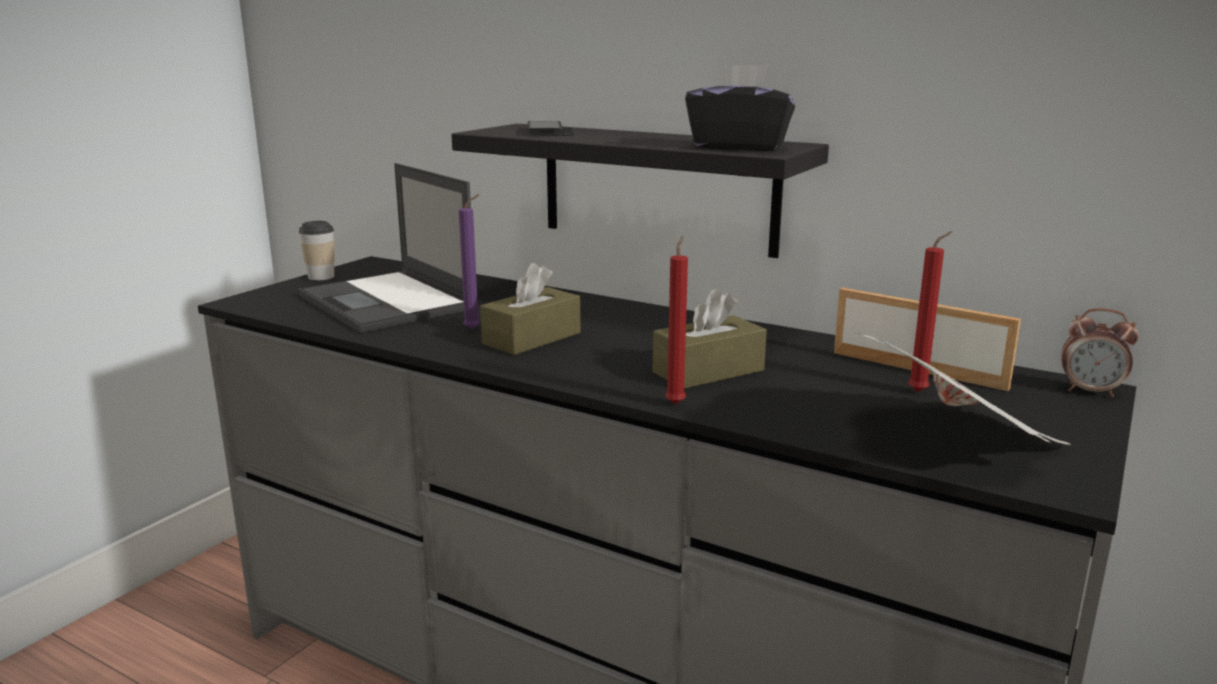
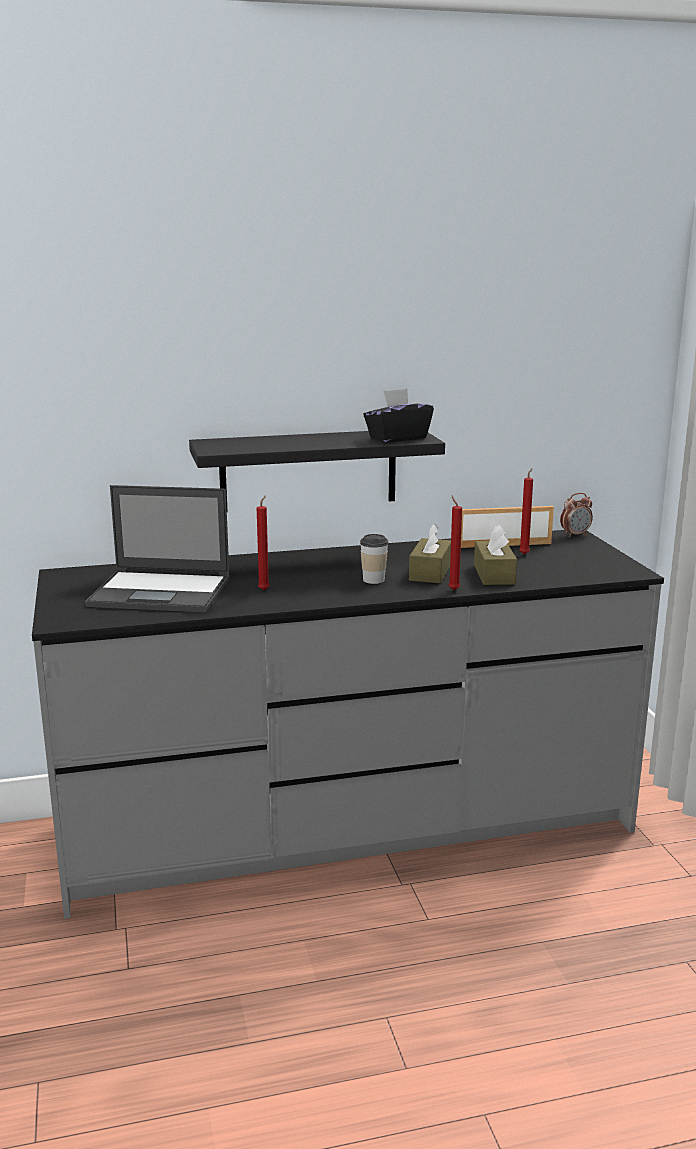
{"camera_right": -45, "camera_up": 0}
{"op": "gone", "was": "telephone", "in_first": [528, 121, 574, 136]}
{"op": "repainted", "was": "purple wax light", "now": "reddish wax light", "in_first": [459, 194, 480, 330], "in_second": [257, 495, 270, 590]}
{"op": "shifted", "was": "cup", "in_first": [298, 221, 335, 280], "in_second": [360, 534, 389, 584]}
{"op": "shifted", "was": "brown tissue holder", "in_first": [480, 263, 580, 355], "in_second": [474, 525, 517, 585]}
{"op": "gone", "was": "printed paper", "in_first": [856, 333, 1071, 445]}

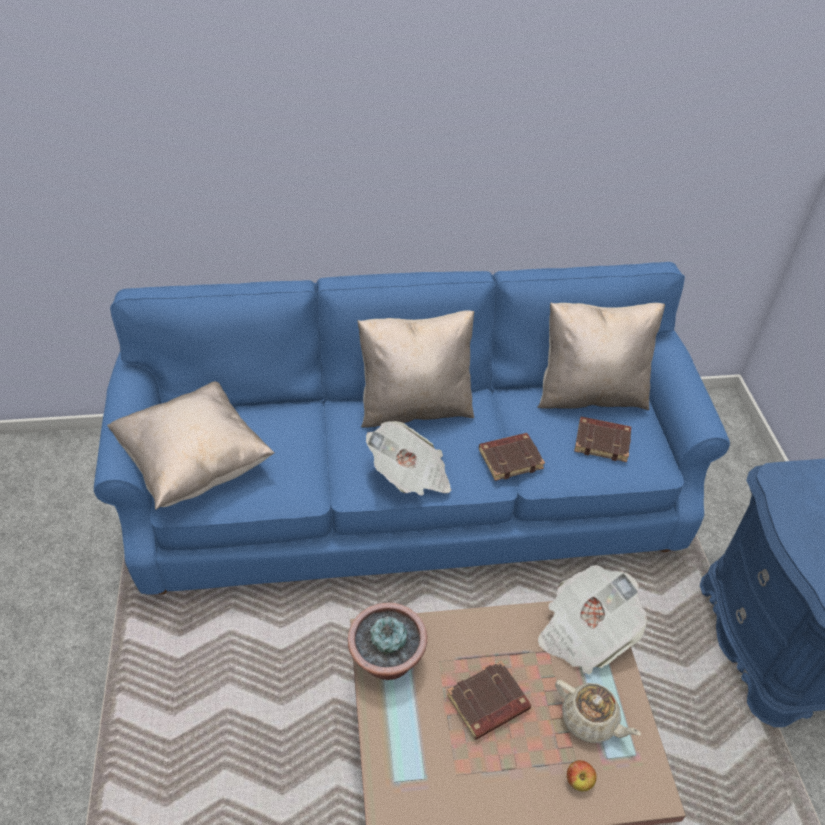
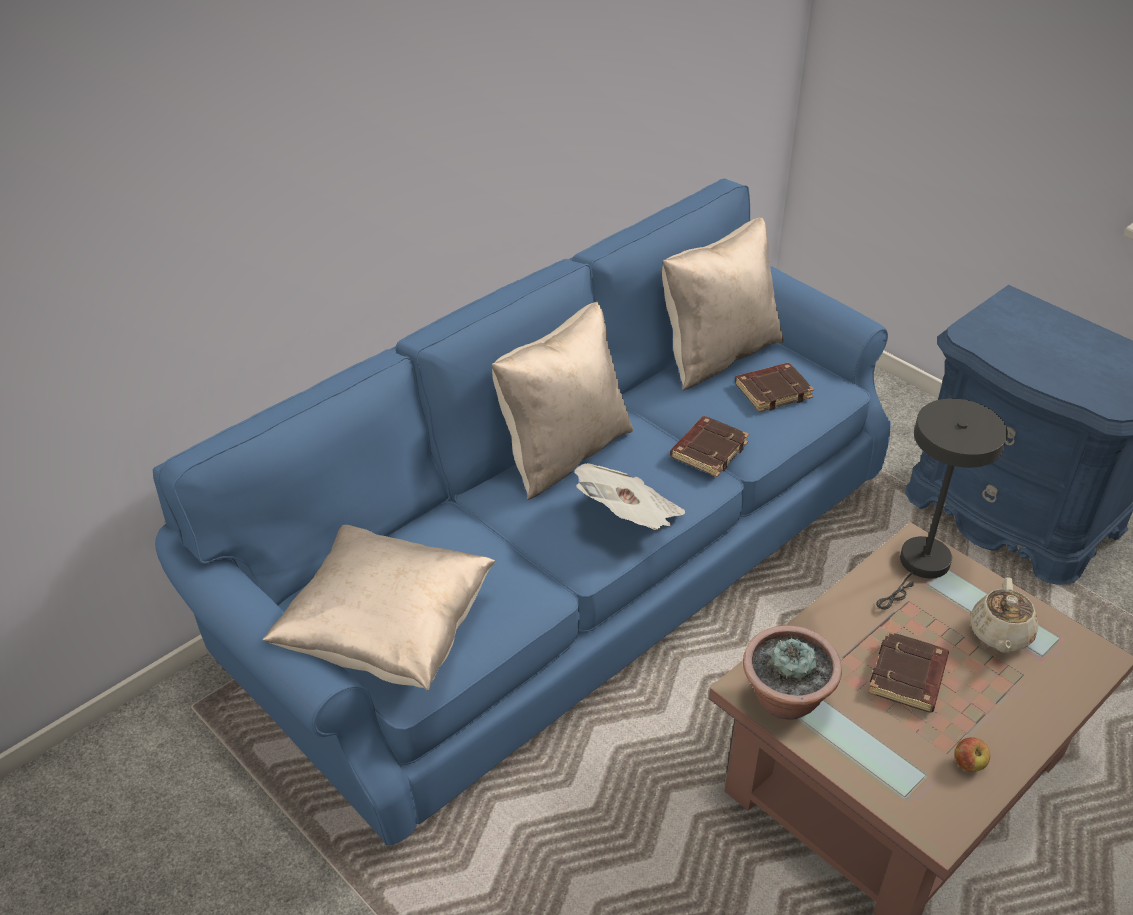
{"camera_right": -35, "camera_up": -5}
{"op": "swapped", "was": "printed paper", "now": "gray tabletop lamp", "in_first": [538, 565, 647, 674], "in_second": [876, 399, 1008, 610]}
{"op": "rotated", "was": "beige teapot", "in_first": [555, 680, 641, 743], "in_second": [970, 577, 1038, 653], "clockwise": 105}
{"op": "shifted", "was": "apple fruit", "in_first": [567, 760, 597, 791], "in_second": [955, 737, 990, 772]}

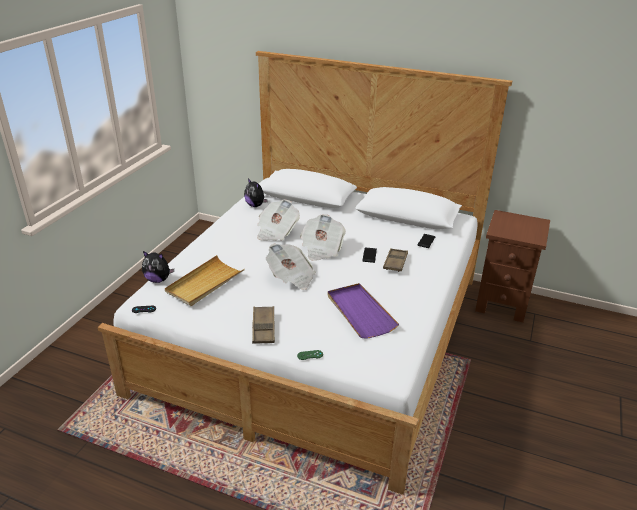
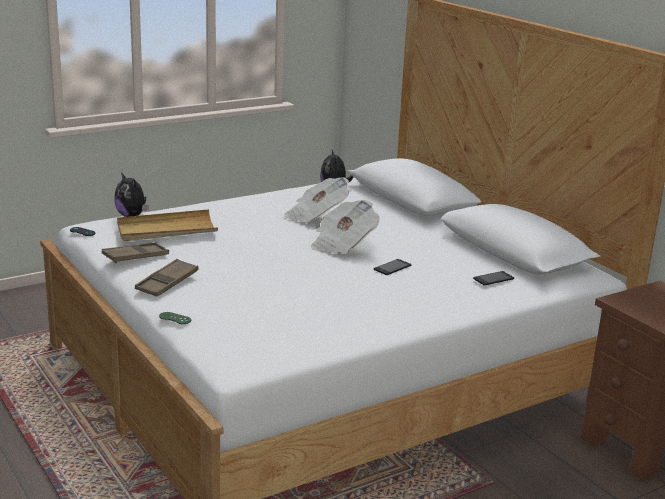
{"camera_right": 35, "camera_up": -10}
{"op": "gone", "was": "printed paper", "in_first": [266, 243, 316, 290]}
{"op": "shifted", "was": "brown tray", "in_first": [383, 248, 408, 272], "in_second": [102, 242, 169, 263]}
{"op": "gone", "was": "purple tray", "in_first": [328, 283, 399, 339]}

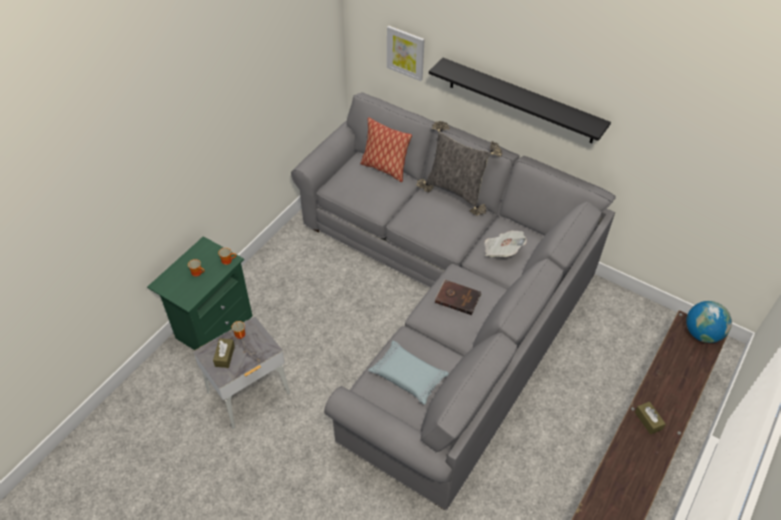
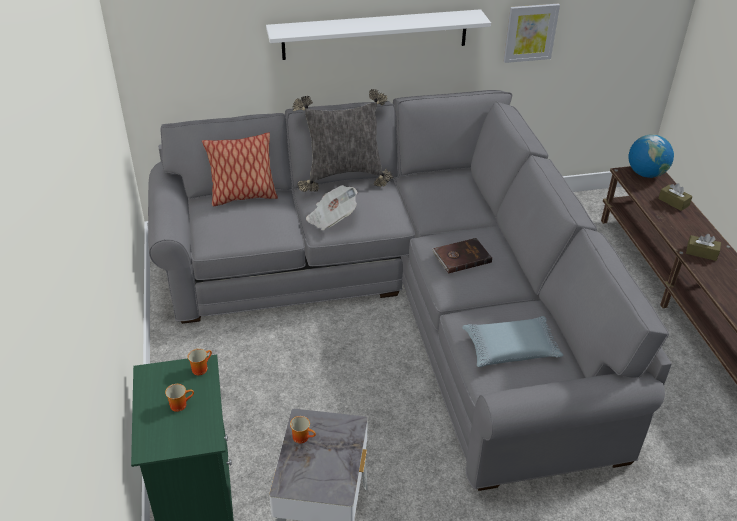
{"camera_right": -45, "camera_up": -10}
{"op": "shifted", "was": "wall art", "in_first": [387, 26, 425, 81], "in_second": [504, 4, 560, 63]}
{"op": "repainted", "was": "blackish bracket shelf", "now": "white bracket shelf", "in_first": [429, 58, 611, 144], "in_second": [266, 9, 491, 60]}
{"op": "shifted", "was": "printed paper", "in_first": [485, 230, 527, 257], "in_second": [306, 185, 358, 230]}
{"op": "shifted", "was": "brown tissue holder", "in_first": [213, 338, 235, 368], "in_second": [658, 183, 693, 211]}

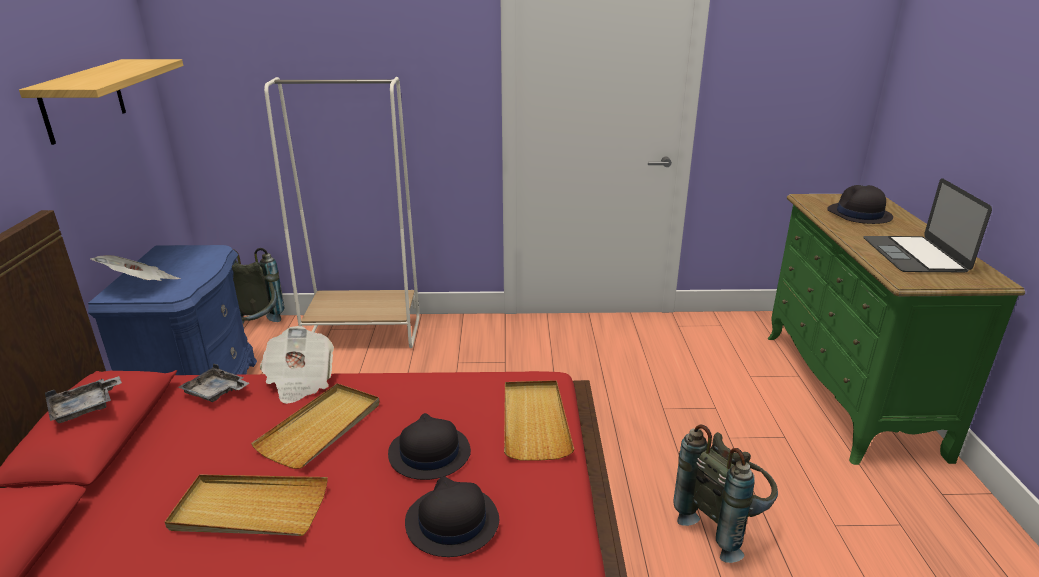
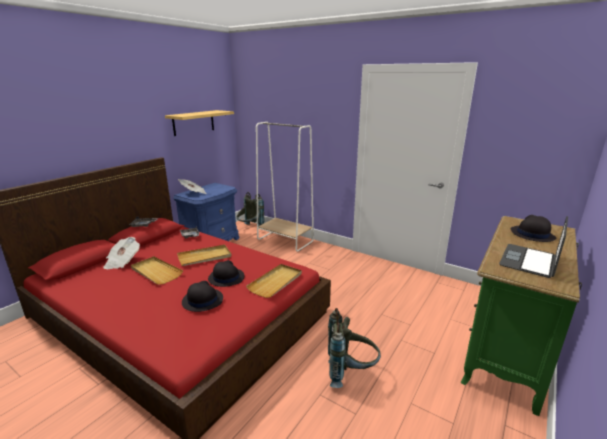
{"camera_right": 35, "camera_up": -5}
{"op": "shifted", "was": "printed paper", "in_first": [260, 326, 334, 404], "in_second": [103, 237, 140, 269]}

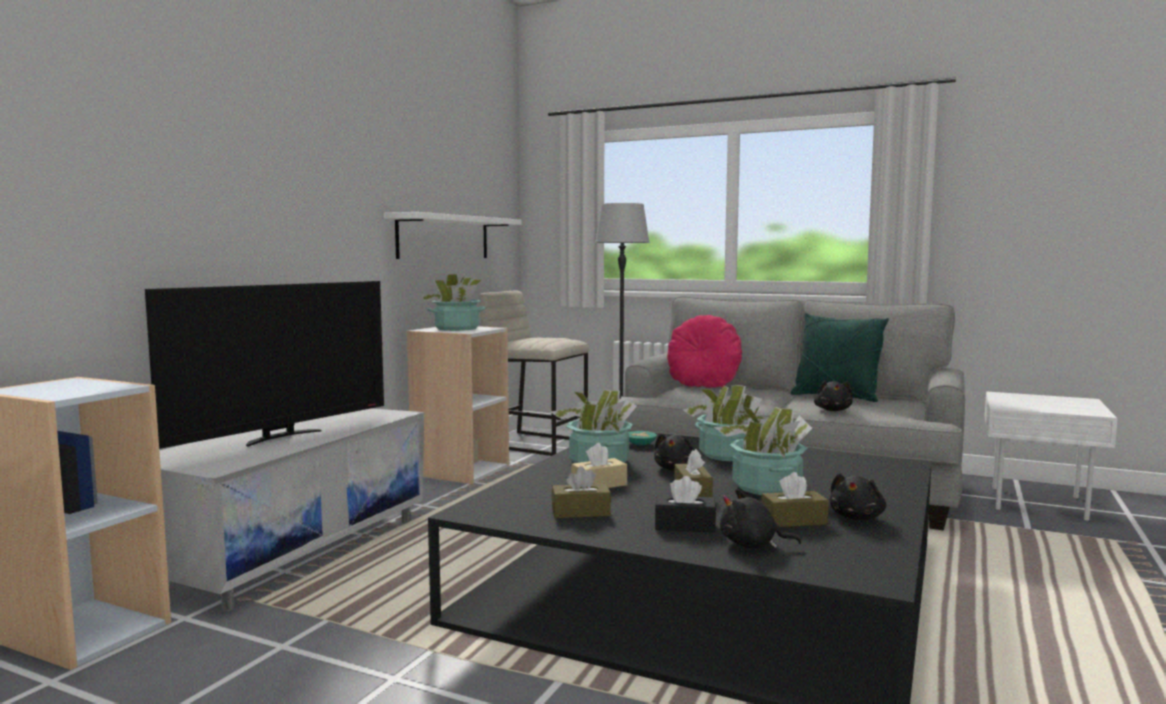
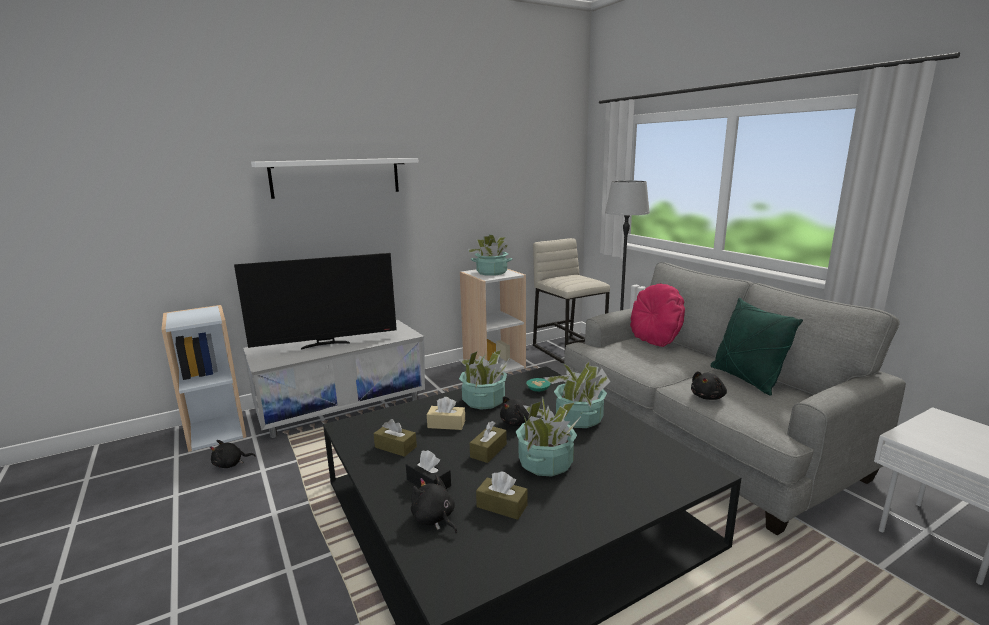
{"camera_right": 35, "camera_up": 10}
{"op": "shifted", "was": "white bracket shelf", "in_first": [384, 212, 521, 259], "in_second": [251, 158, 419, 199]}
{"op": "shifted", "was": "blackish cuddly toy", "in_first": [830, 473, 886, 520], "in_second": [210, 440, 256, 468]}

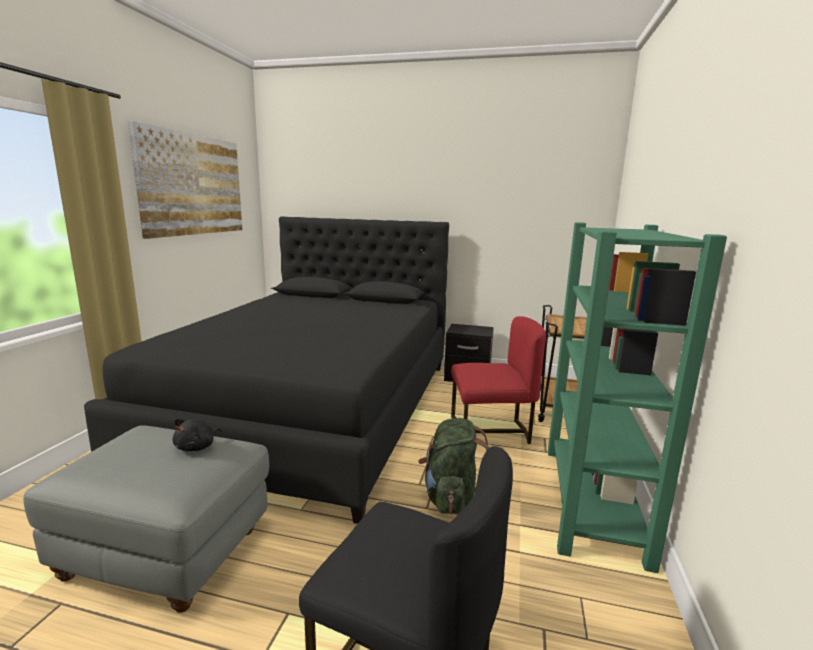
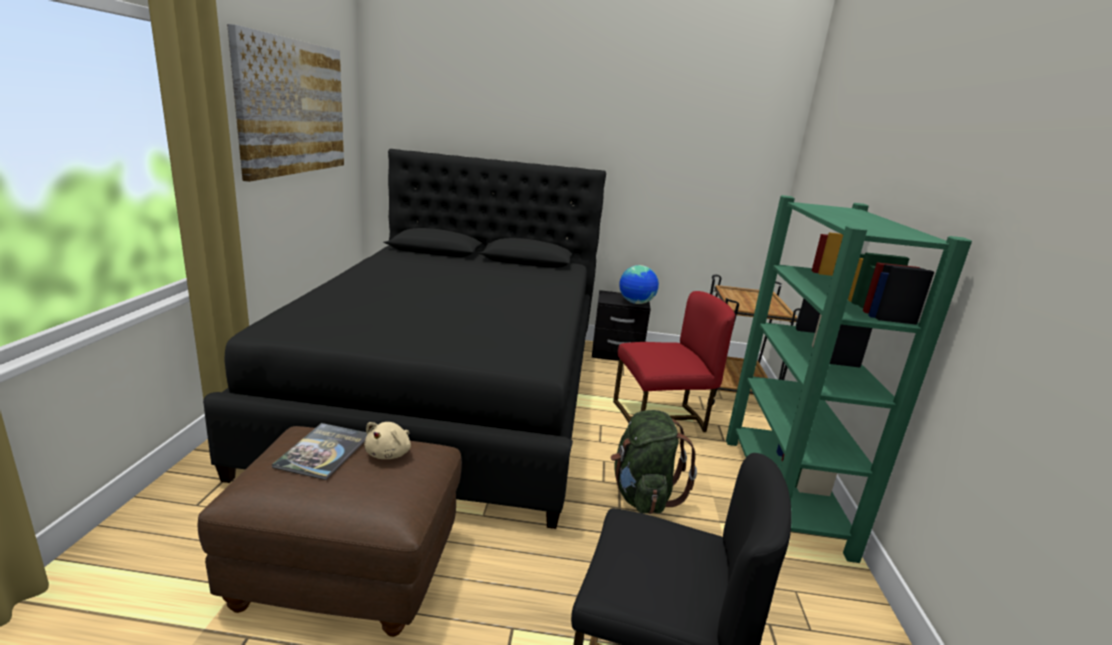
{"camera_right": -10, "camera_up": 5}
{"op": "repainted", "was": "blackish cuddly toy", "now": "beige cuddly toy", "in_first": [173, 418, 222, 451], "in_second": [364, 422, 411, 459]}
{"op": "repainted", "was": "gray ottoman", "now": "brown ottoman", "in_first": [24, 425, 269, 613], "in_second": [198, 426, 462, 637]}
{"op": "new", "now": "world globe", "in_second": [619, 265, 659, 304]}
{"op": "new", "now": "volume", "in_second": [272, 423, 367, 480]}

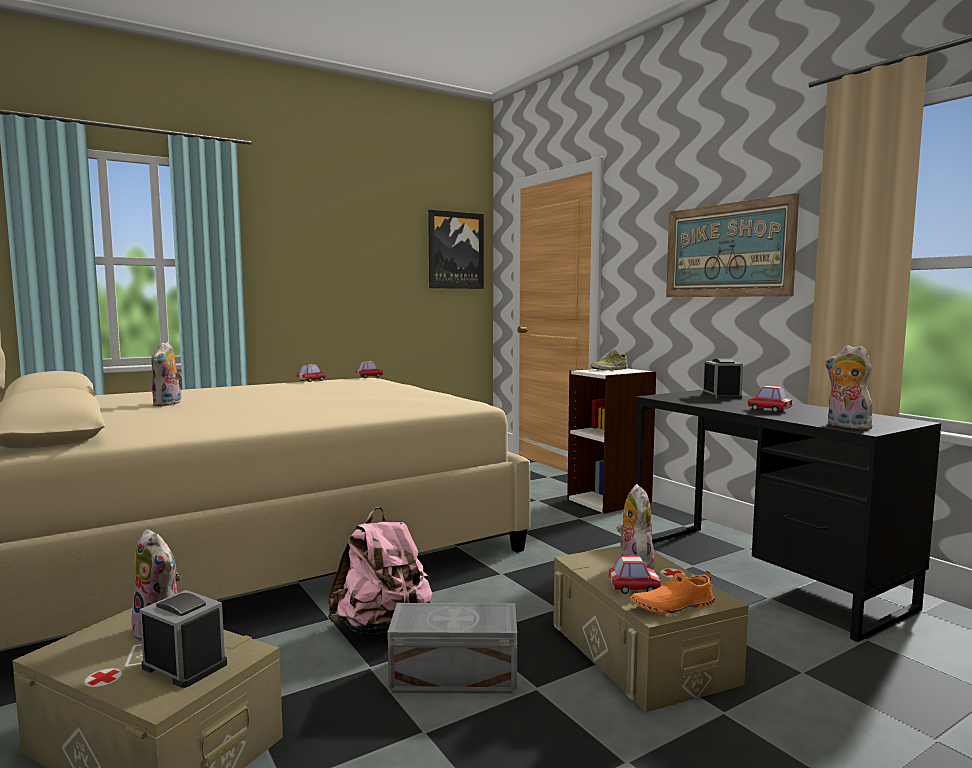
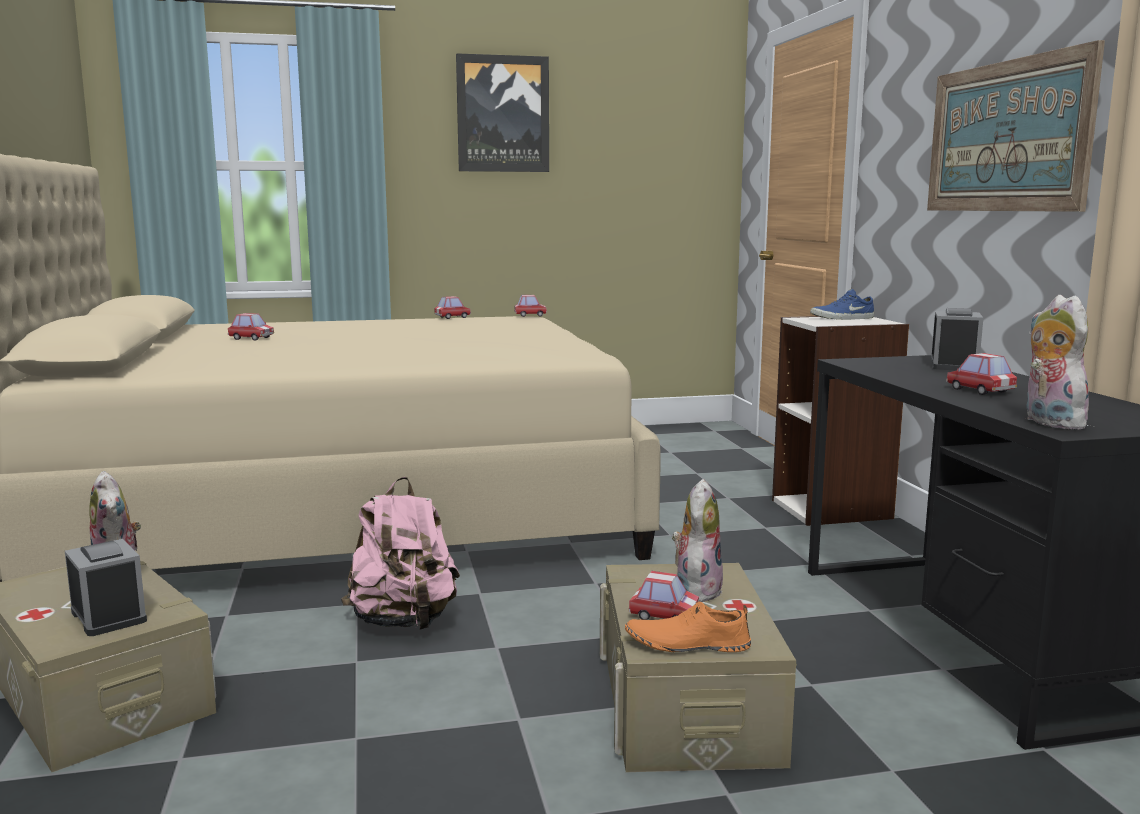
{"camera_right": 20, "camera_up": 5}
{"op": "shifted", "was": "wall art", "in_first": [428, 210, 484, 289], "in_second": [456, 53, 549, 172]}
{"op": "swapped", "was": "cuddly toy", "now": "miniature car", "in_first": [151, 341, 182, 406], "in_second": [228, 313, 274, 340]}
{"op": "repainted", "was": "beige shoe", "now": "blue-coloured shoe", "in_first": [590, 350, 628, 370], "in_second": [810, 289, 874, 320]}
{"op": "gone", "was": "gray storage bin", "in_first": [387, 603, 517, 694]}

